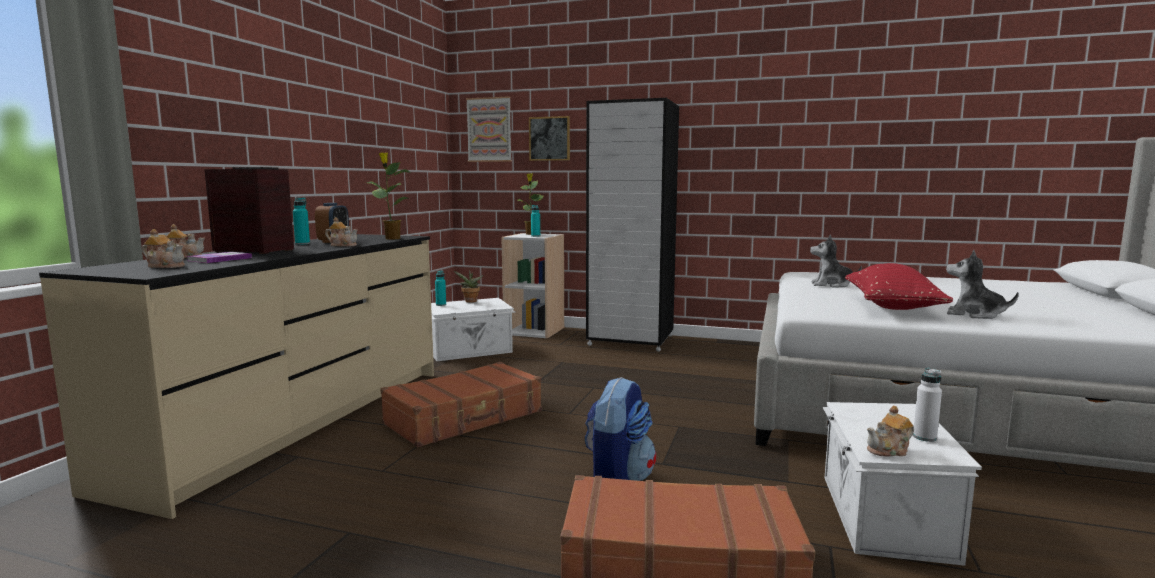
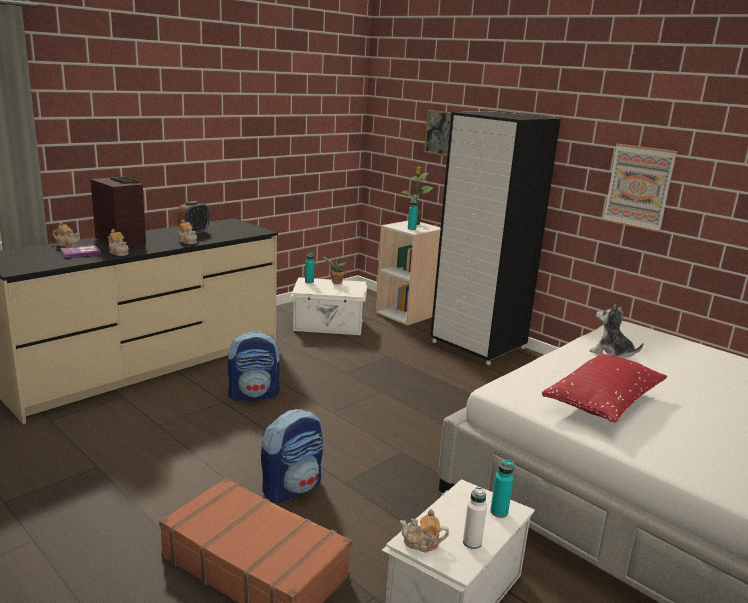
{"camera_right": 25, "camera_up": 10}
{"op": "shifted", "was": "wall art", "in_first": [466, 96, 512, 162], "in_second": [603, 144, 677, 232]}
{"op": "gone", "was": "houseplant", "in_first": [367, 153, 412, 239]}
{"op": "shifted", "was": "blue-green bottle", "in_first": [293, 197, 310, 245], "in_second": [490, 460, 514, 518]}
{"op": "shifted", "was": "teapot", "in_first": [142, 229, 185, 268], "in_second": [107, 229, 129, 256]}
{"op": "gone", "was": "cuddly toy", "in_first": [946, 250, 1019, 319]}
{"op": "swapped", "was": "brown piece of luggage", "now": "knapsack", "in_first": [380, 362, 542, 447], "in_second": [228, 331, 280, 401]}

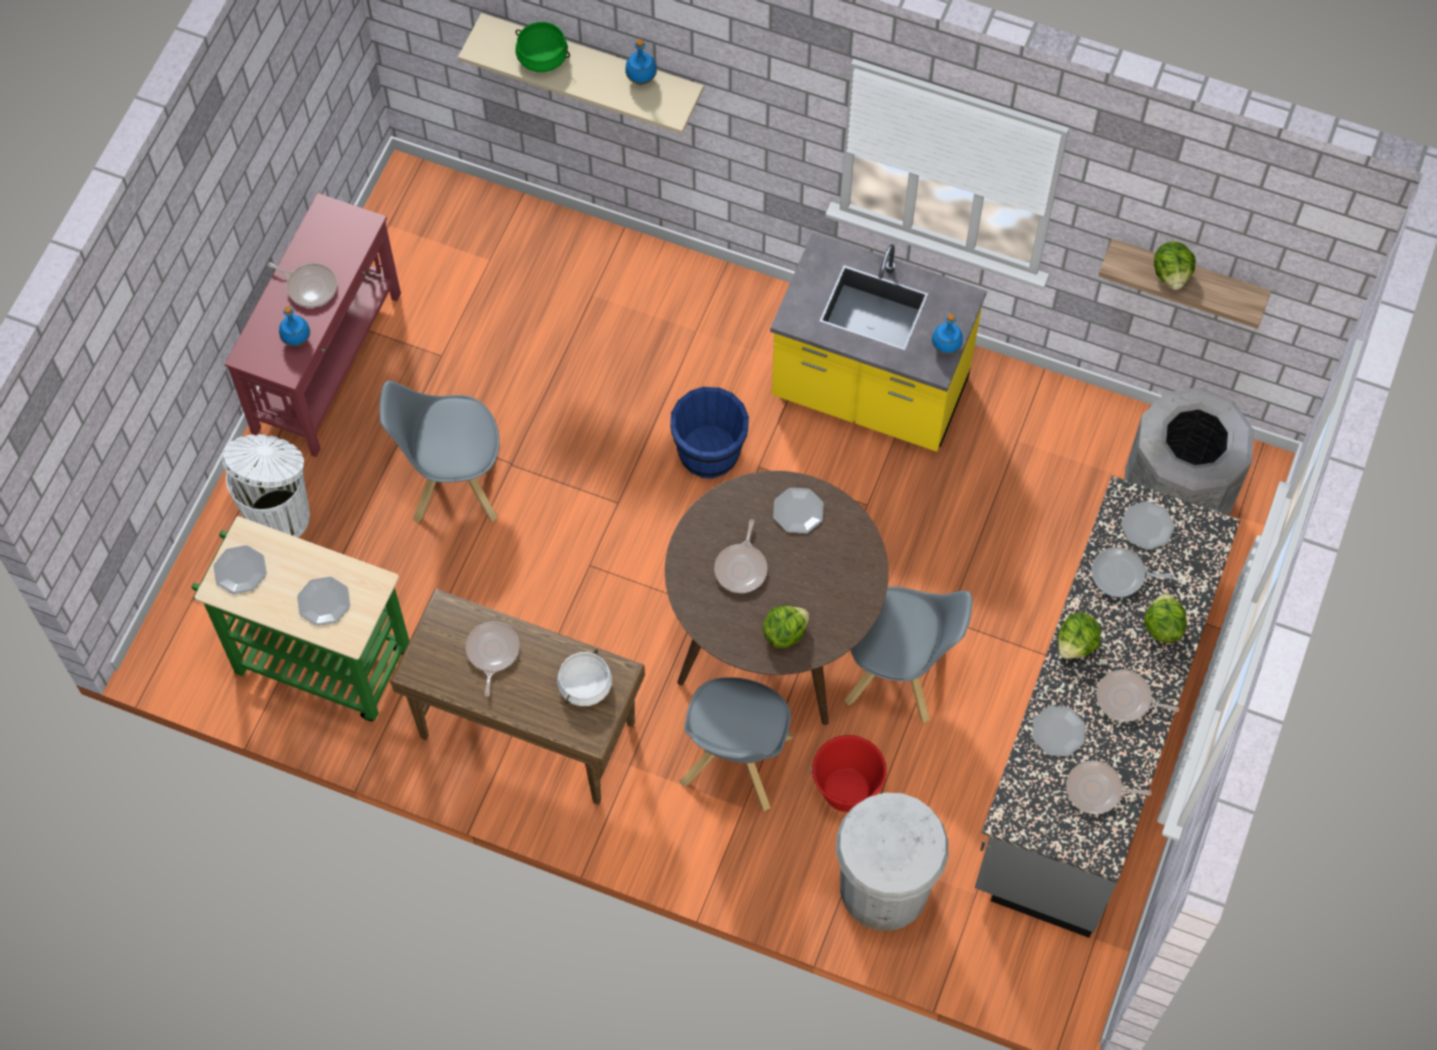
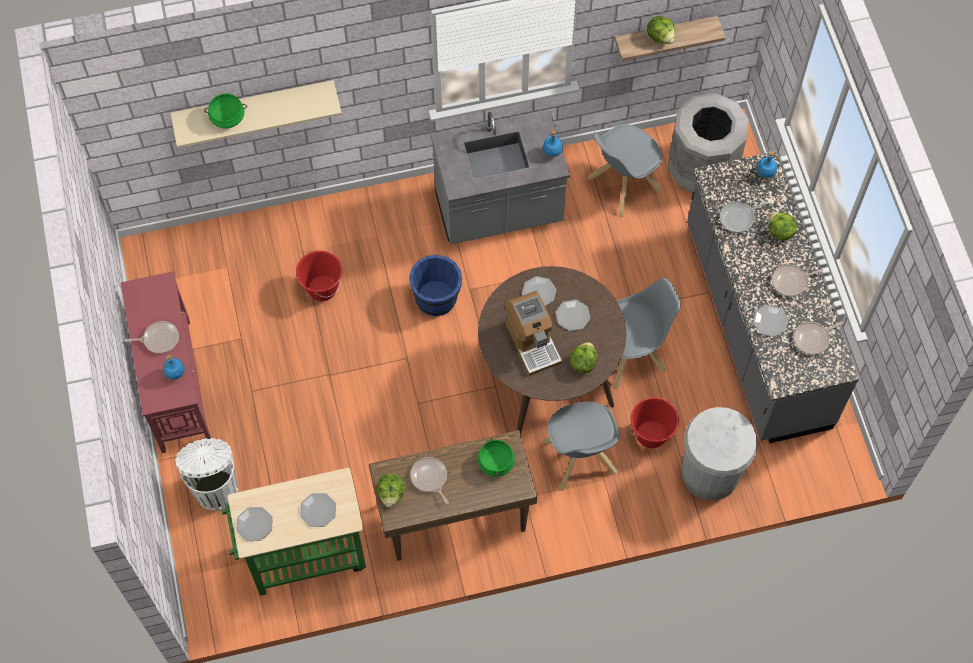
{"camera_right": -35, "camera_up": 0}
{"op": "shifted", "was": "blue-coloured bottle", "in_first": [625, 39, 657, 85], "in_second": [756, 151, 777, 179]}
{"op": "repainted", "was": "yellow-coloured kitchen base unit", "now": "gray kitchen base unit", "in_first": [770, 233, 987, 452], "in_second": [431, 110, 570, 245]}
{"op": "shifted", "was": "gray chair", "in_first": [379, 380, 500, 522], "in_second": [587, 124, 662, 217]}
{"op": "shifted", "was": "dinner plate", "in_first": [1121, 501, 1175, 550], "in_second": [555, 300, 590, 331]}
{"op": "swapped", "was": "skillet", "now": "coffee brewer", "in_first": [714, 520, 768, 593], "in_second": [505, 291, 562, 376]}
{"op": "shifted", "was": "lettuce head", "in_first": [1058, 612, 1101, 659], "in_second": [377, 473, 406, 508]}
{"op": "repainted", "was": "white cooking pot", "now": "greenish cooking pot", "in_first": [557, 649, 612, 706], "in_second": [478, 437, 515, 478]}
{"op": "new", "now": "reddish water bucket", "in_second": [296, 251, 343, 301]}

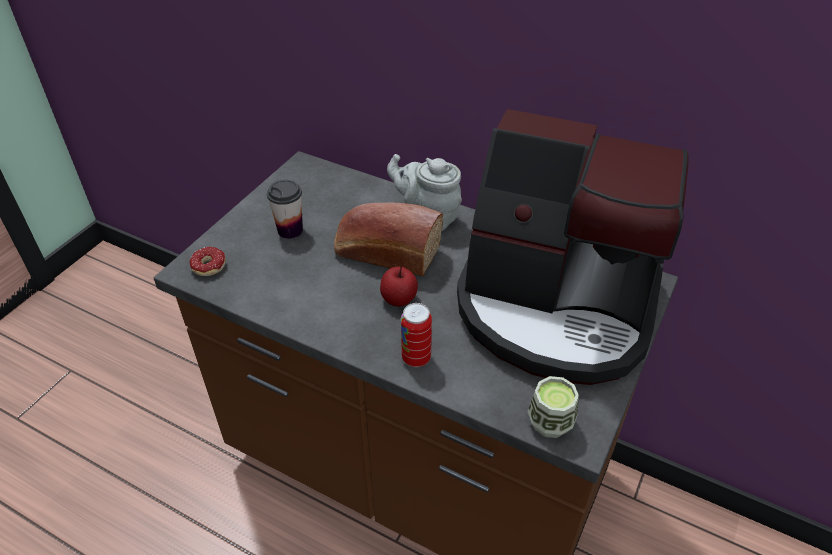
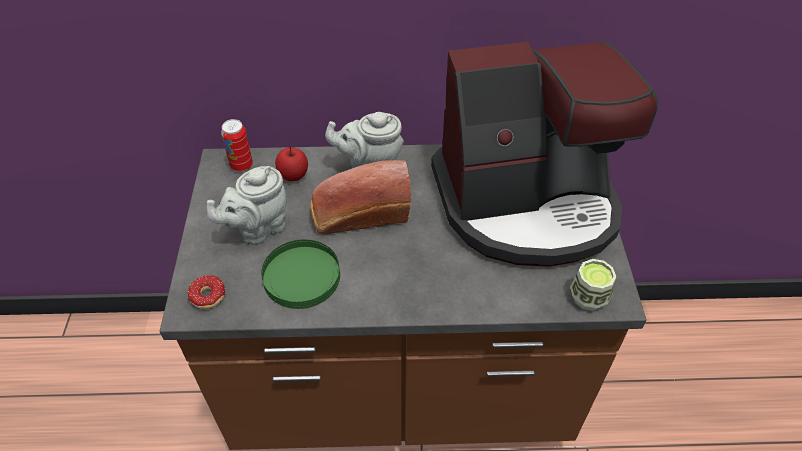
{"camera_right": -30, "camera_up": 5}
{"op": "swapped", "was": "cup", "now": "gray teapot", "in_first": [267, 180, 303, 239], "in_second": [207, 166, 287, 245]}
{"op": "shifted", "was": "apple fruit", "in_first": [380, 266, 418, 307], "in_second": [275, 147, 308, 181]}
{"op": "shifted", "was": "can", "in_first": [401, 303, 432, 367], "in_second": [221, 119, 253, 172]}
{"op": "new", "now": "greenish dinner plate", "in_second": [261, 240, 340, 309]}

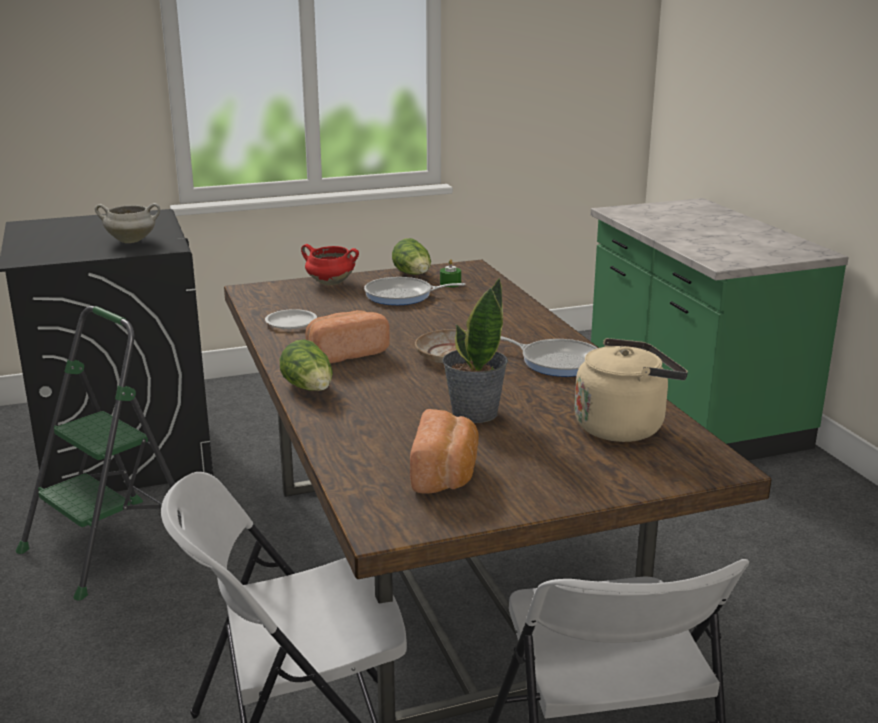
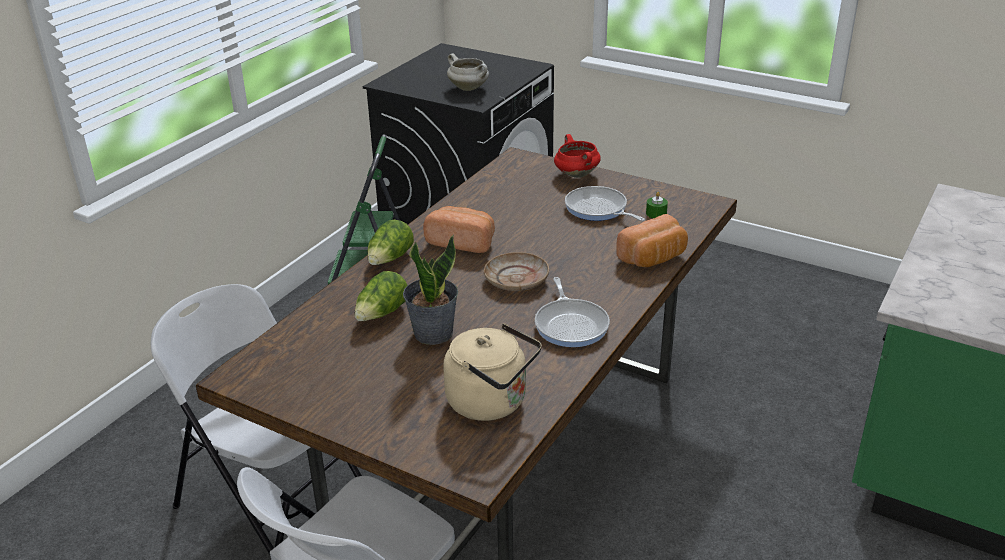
{"camera_right": 50, "camera_up": 10}
{"op": "shifted", "was": "lettuce head", "in_first": [392, 238, 431, 275], "in_second": [355, 271, 408, 321]}
{"op": "gone", "was": "white dinner plate", "in_first": [265, 309, 317, 329]}
{"op": "shifted", "was": "bakery bread", "in_first": [410, 409, 479, 493], "in_second": [616, 214, 688, 267]}

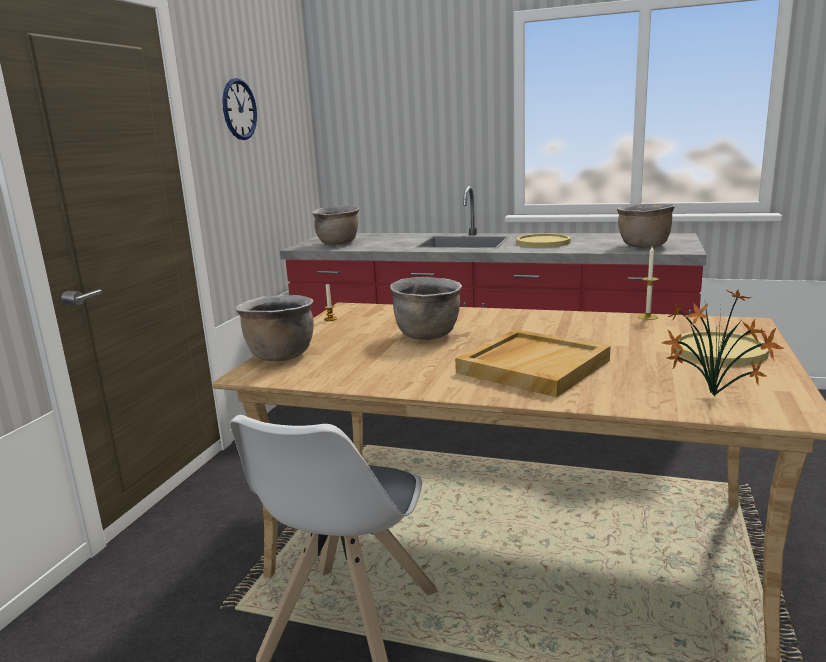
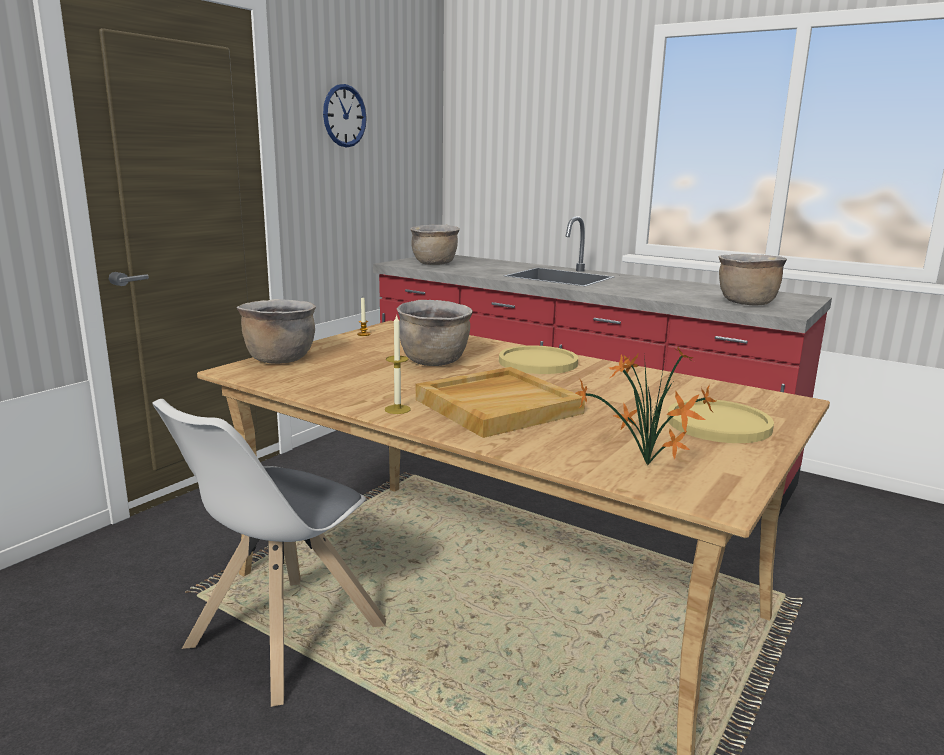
{"camera_right": 15, "camera_up": 0}
{"op": "shifted", "was": "yellow-coloured dinner plate", "in_first": [516, 233, 571, 248], "in_second": [499, 346, 578, 374]}
{"op": "shifted", "was": "wax light", "in_first": [638, 246, 659, 320], "in_second": [385, 314, 411, 414]}

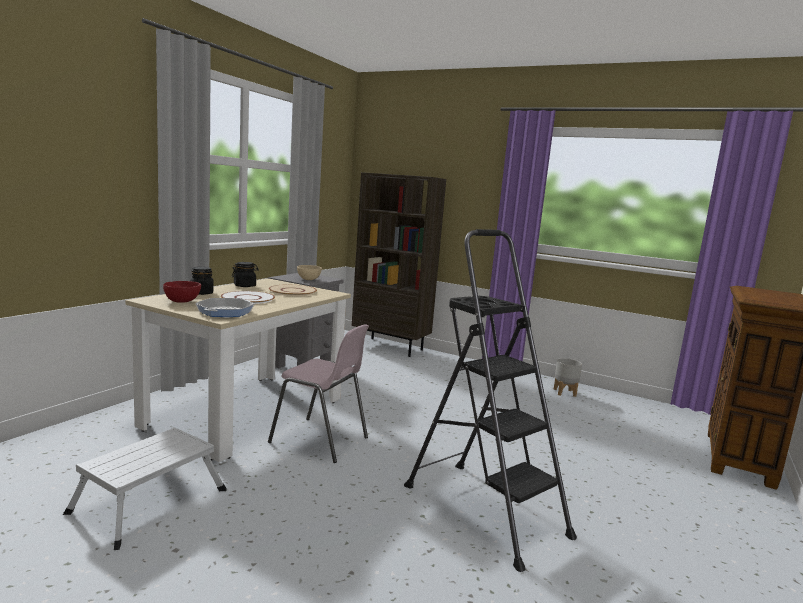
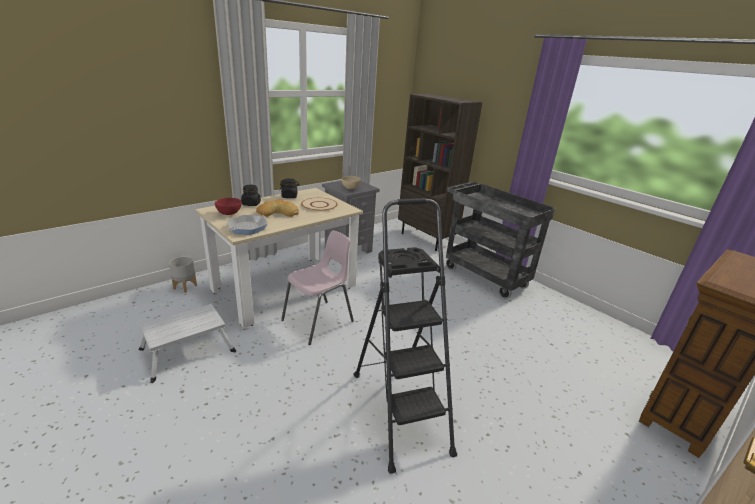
{"camera_right": 20, "camera_up": 15}
{"op": "swapped", "was": "white dinner plate", "now": "bakery bread", "in_first": [221, 291, 275, 304], "in_second": [256, 200, 299, 217]}
{"op": "rotated", "was": "pink-coloured chair", "in_first": [268, 324, 369, 463], "in_second": [281, 230, 354, 345], "clockwise": -90}
{"op": "shifted", "was": "gray flower pot", "in_first": [554, 358, 582, 397], "in_second": [169, 256, 197, 293]}
{"op": "new", "now": "blackish cart", "in_second": [446, 181, 555, 299]}

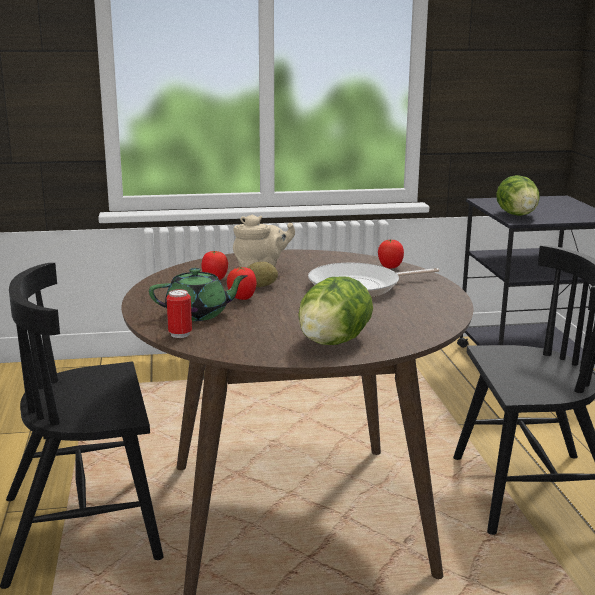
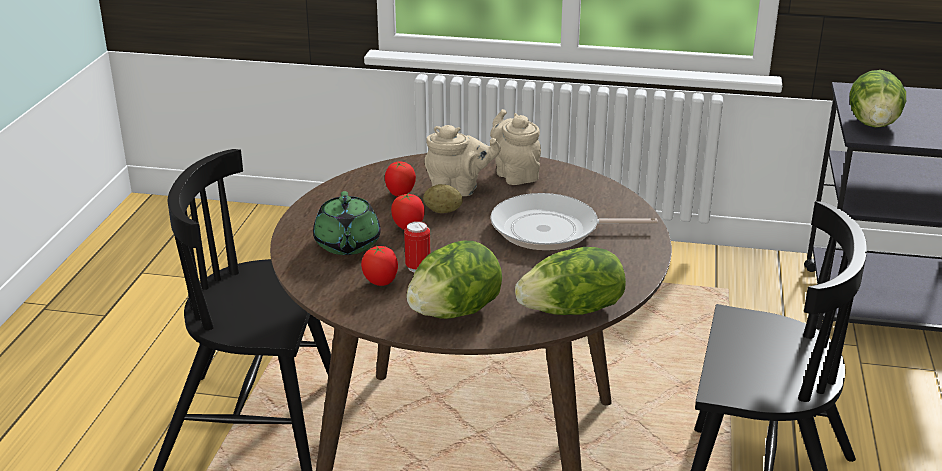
{"camera_right": 20, "camera_up": 10}
{"op": "shifted", "was": "tomato", "in_first": [378, 240, 404, 268], "in_second": [361, 245, 398, 286]}
{"op": "rotated", "was": "greenish teapot", "in_first": [149, 268, 248, 321], "in_second": [313, 191, 381, 255], "clockwise": 75}
{"op": "shifted", "was": "can", "in_first": [166, 289, 192, 338], "in_second": [404, 221, 430, 273]}
{"op": "new", "now": "beige teapot", "in_second": [490, 109, 541, 185]}
{"op": "new", "now": "lettuce head", "in_second": [515, 247, 626, 315]}

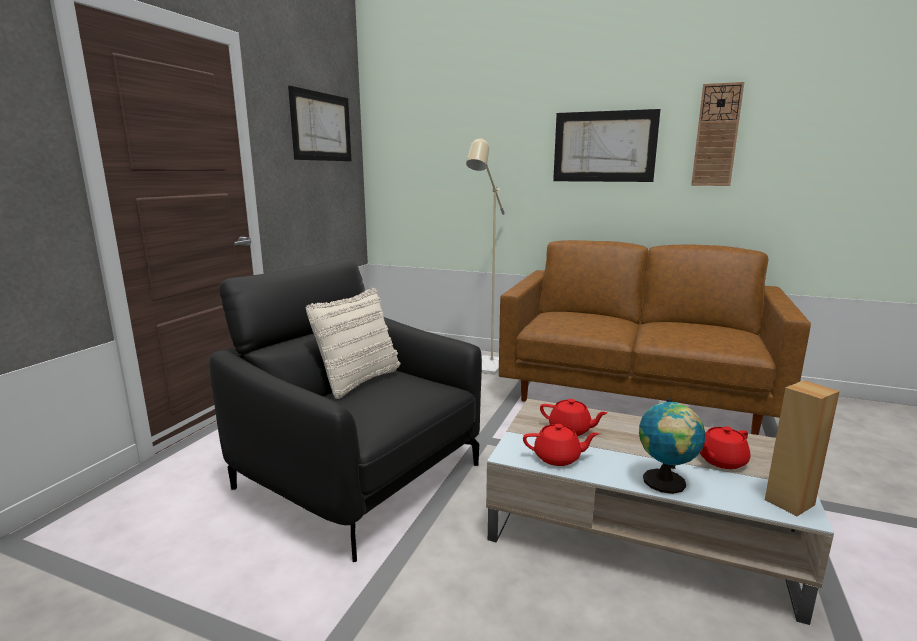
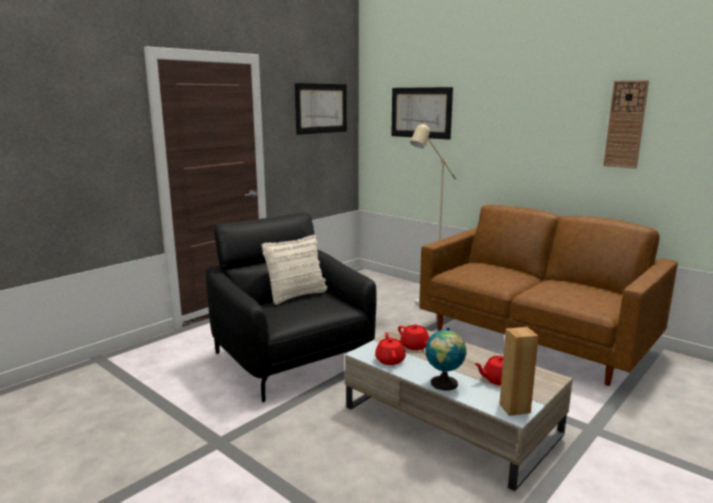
{"camera_right": 20, "camera_up": 0}
{"op": "shifted", "was": "wall art", "in_first": [553, 109, 661, 182], "in_second": [391, 87, 453, 140]}
{"op": "rotated", "was": "reddish teapot", "in_first": [523, 424, 599, 466], "in_second": [375, 332, 406, 365], "clockwise": -120}

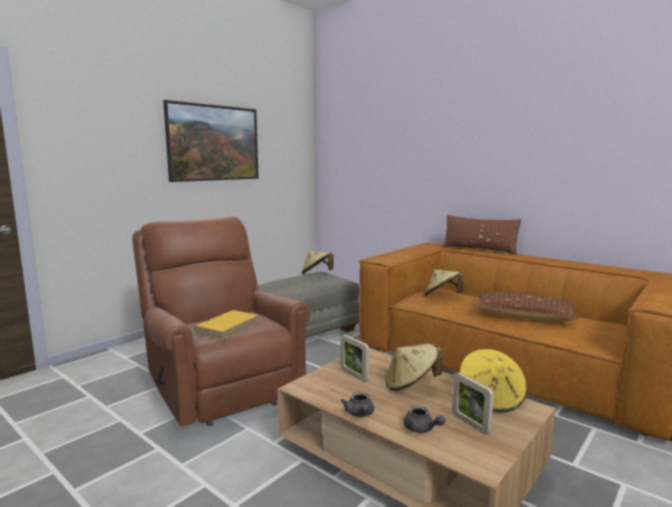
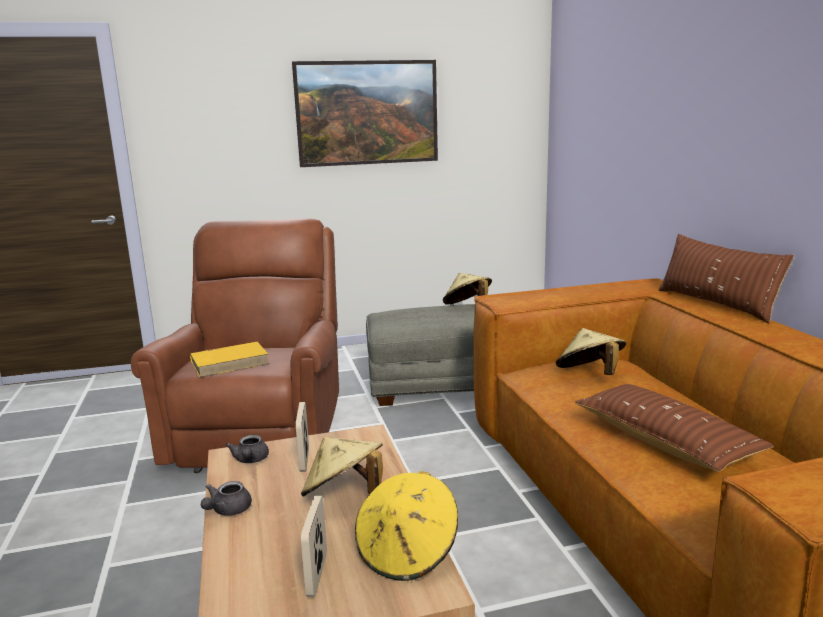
{"camera_right": 35, "camera_up": 5}
{"op": "shifted", "was": "gray teapot", "in_first": [404, 406, 446, 433], "in_second": [226, 435, 269, 463]}

